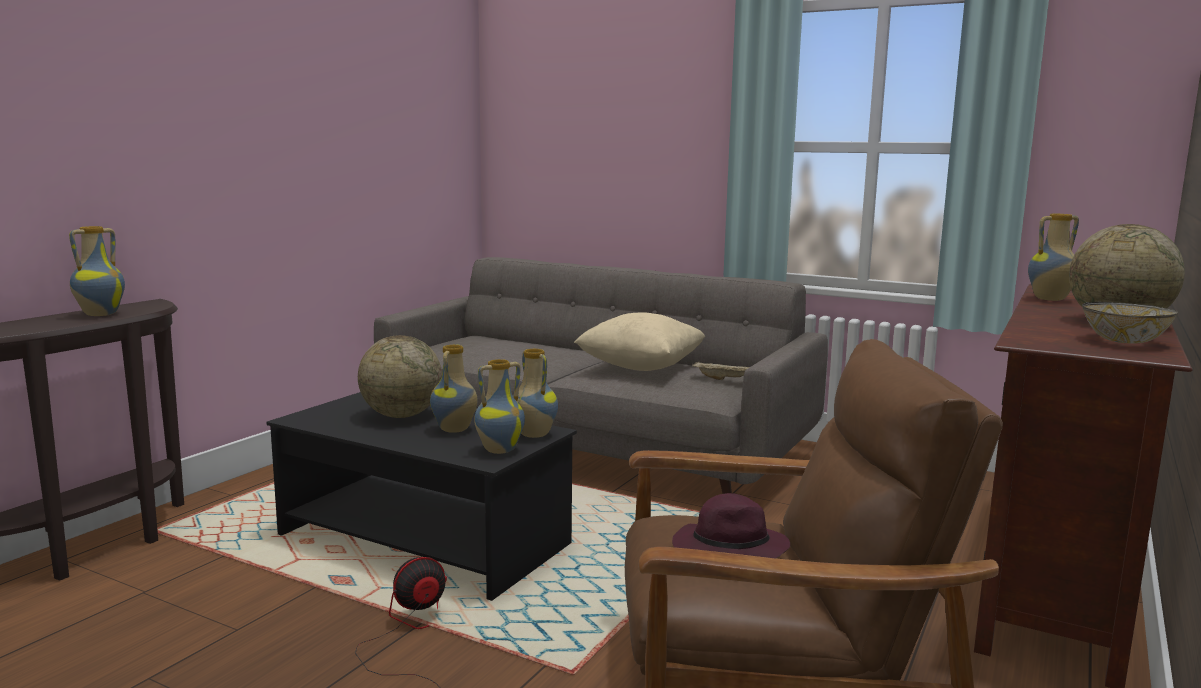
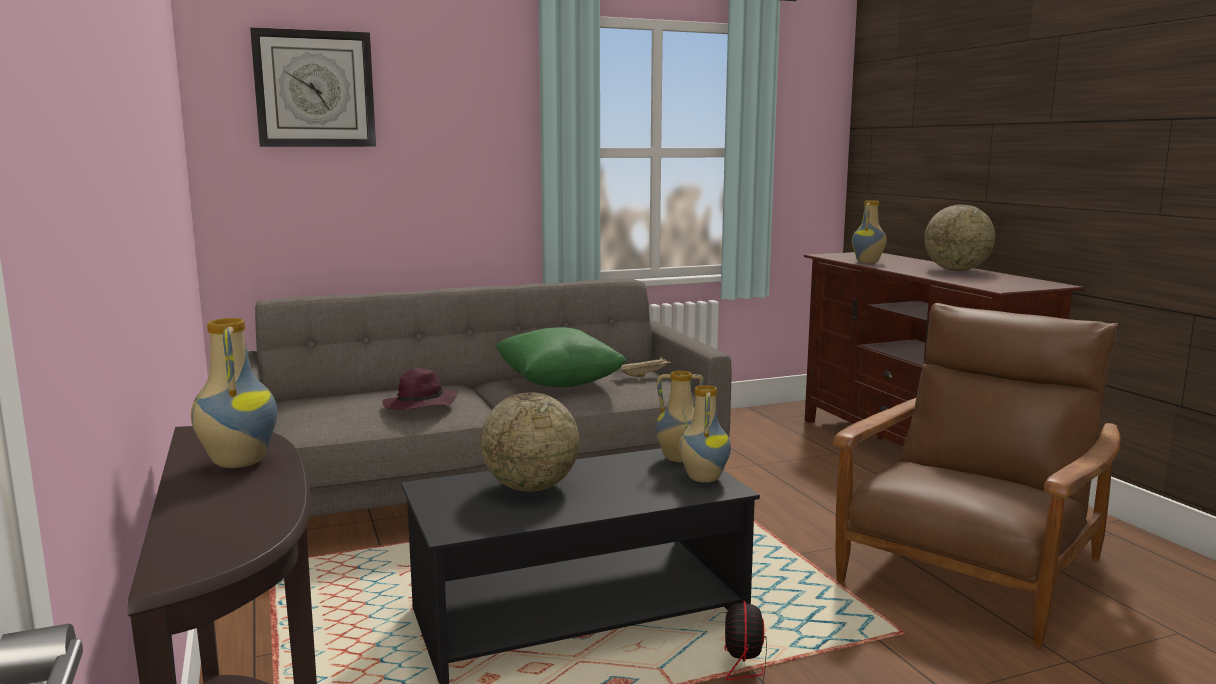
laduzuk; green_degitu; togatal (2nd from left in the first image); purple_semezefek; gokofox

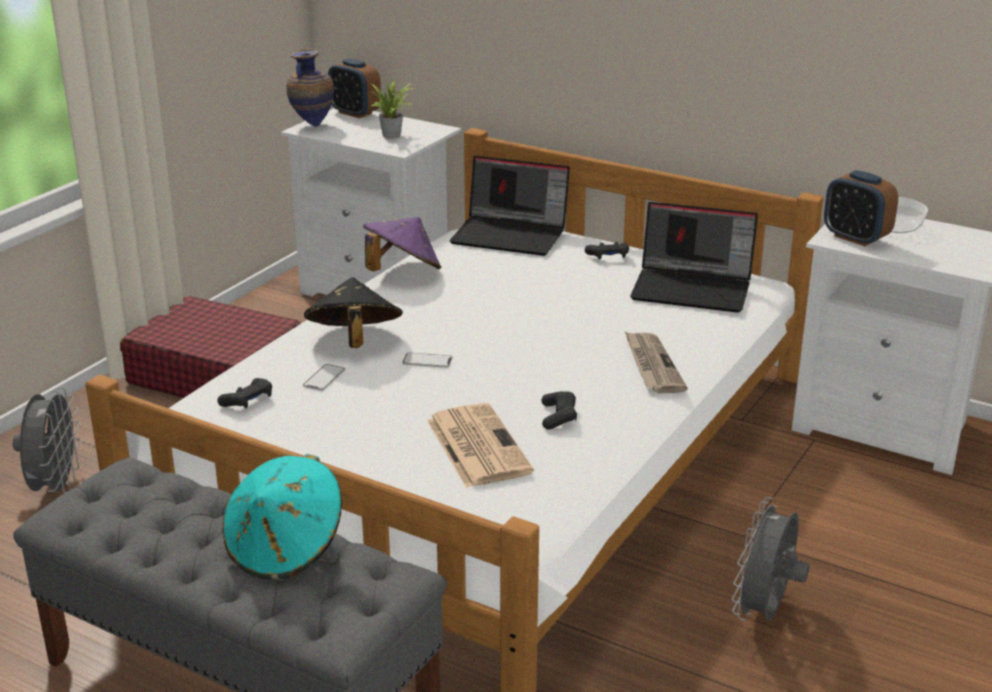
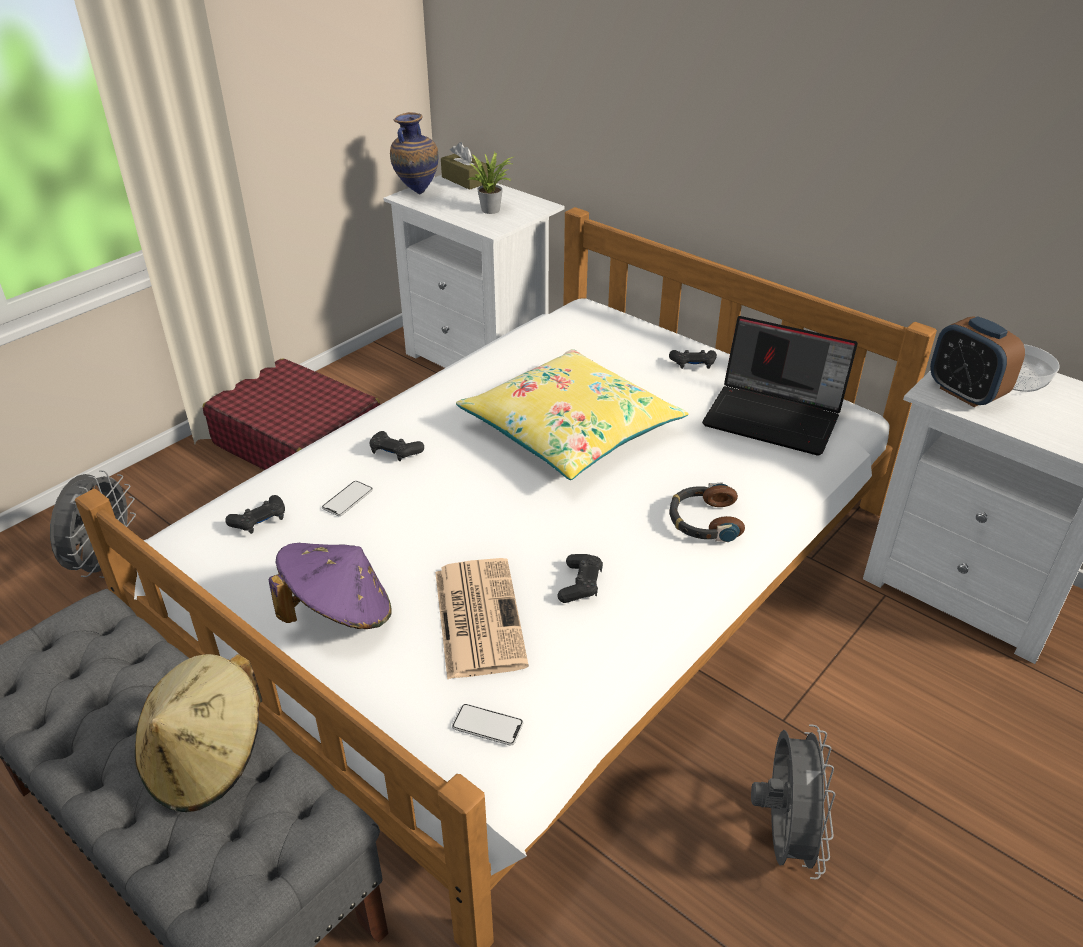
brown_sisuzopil; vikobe (1st from left in the first image); purple_semezefek; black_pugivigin (2nd from left); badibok; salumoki (2nd from left); beige_semezefek; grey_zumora (2nd from left); yellow_degitu

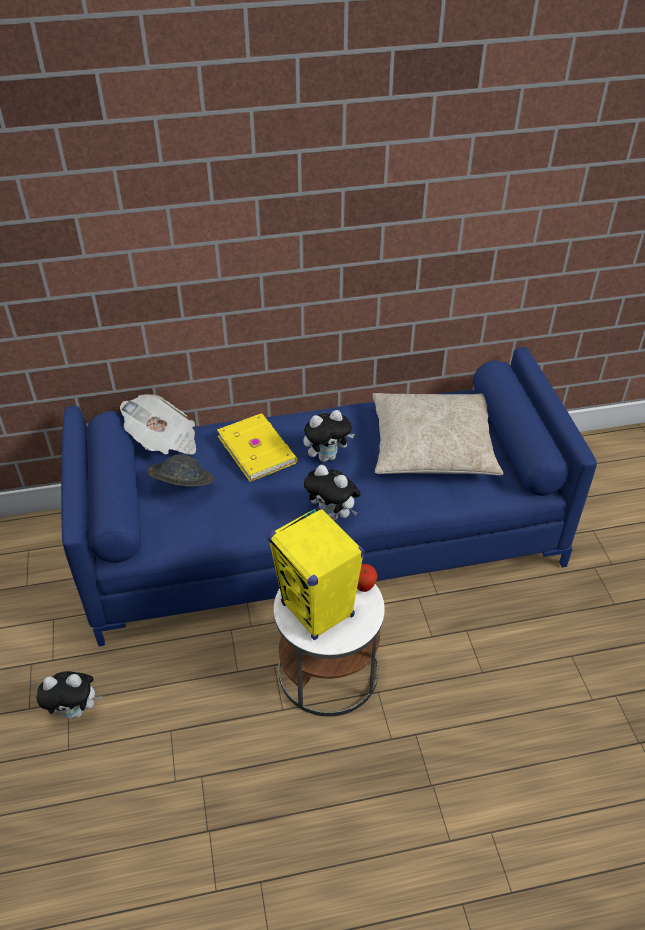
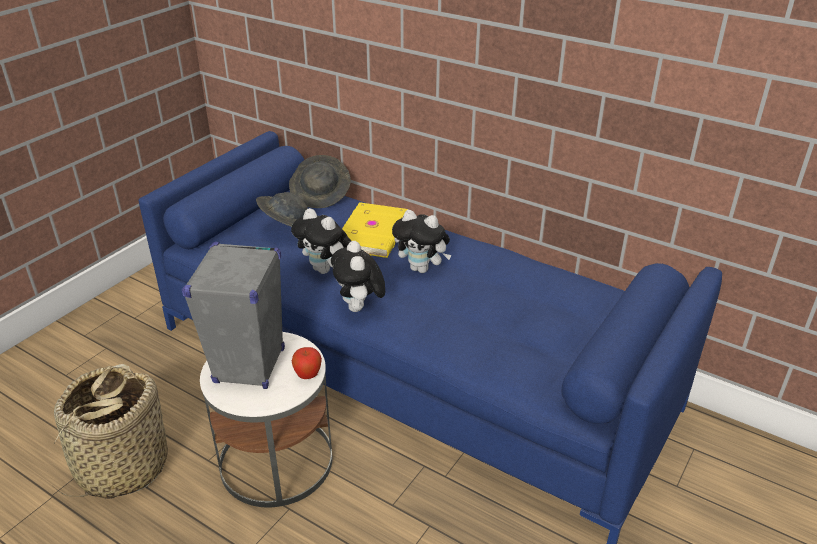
beige_degitu; grey_semezefek (2nd from left); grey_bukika; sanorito (1st from left); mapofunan

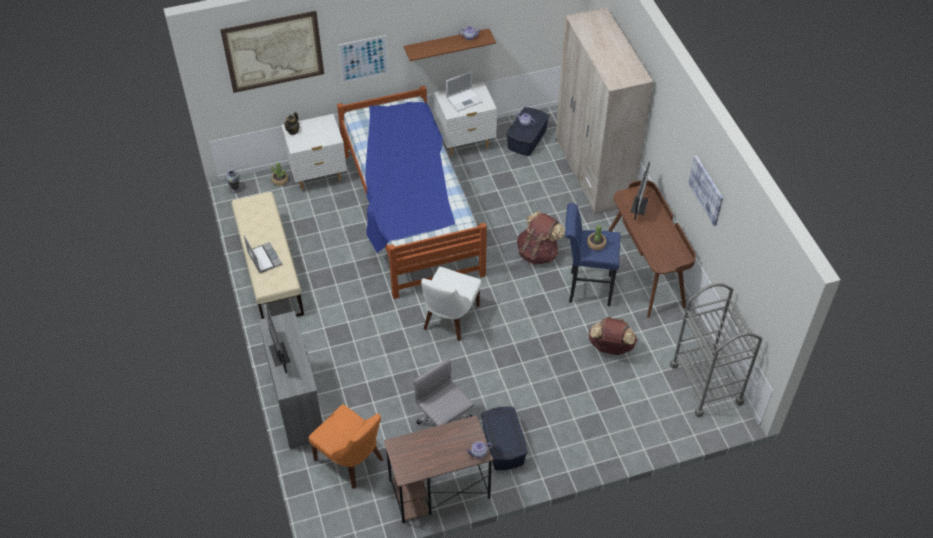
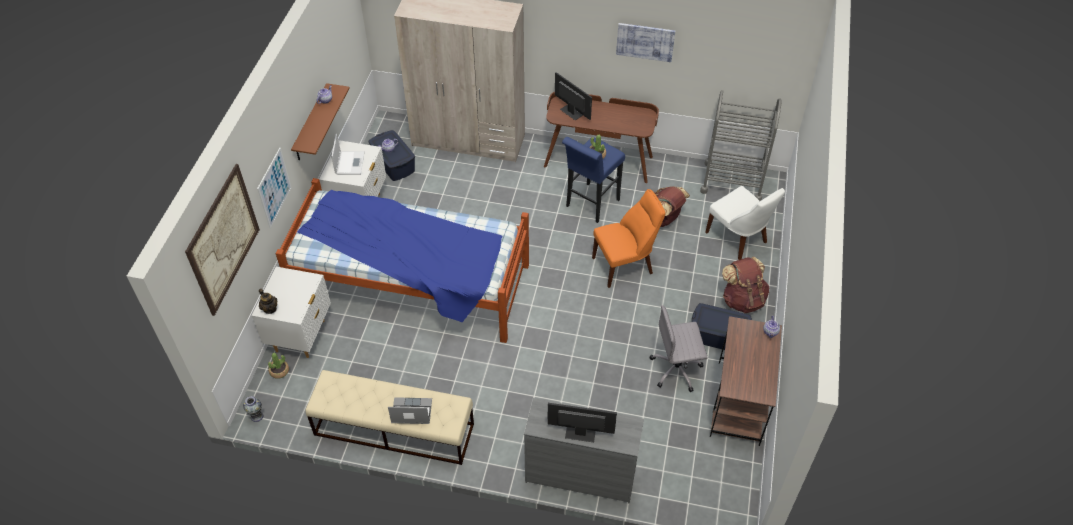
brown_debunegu (2nd from left); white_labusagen; orange_labusagen

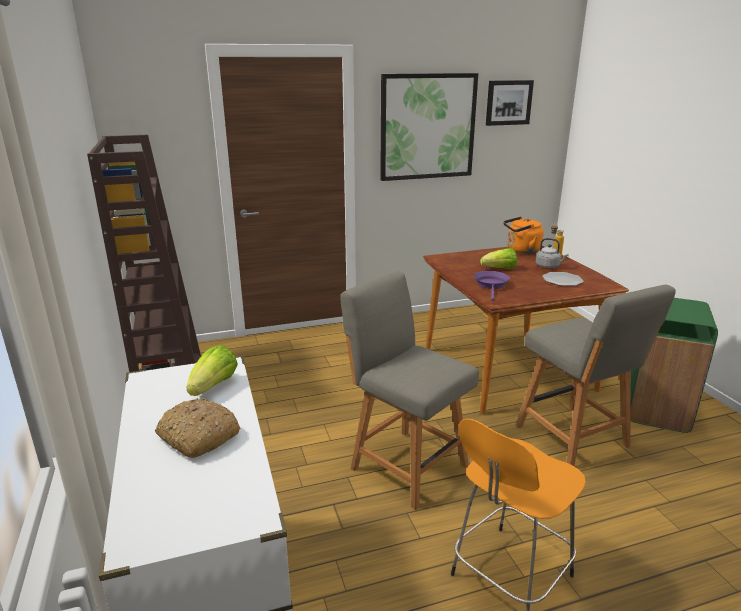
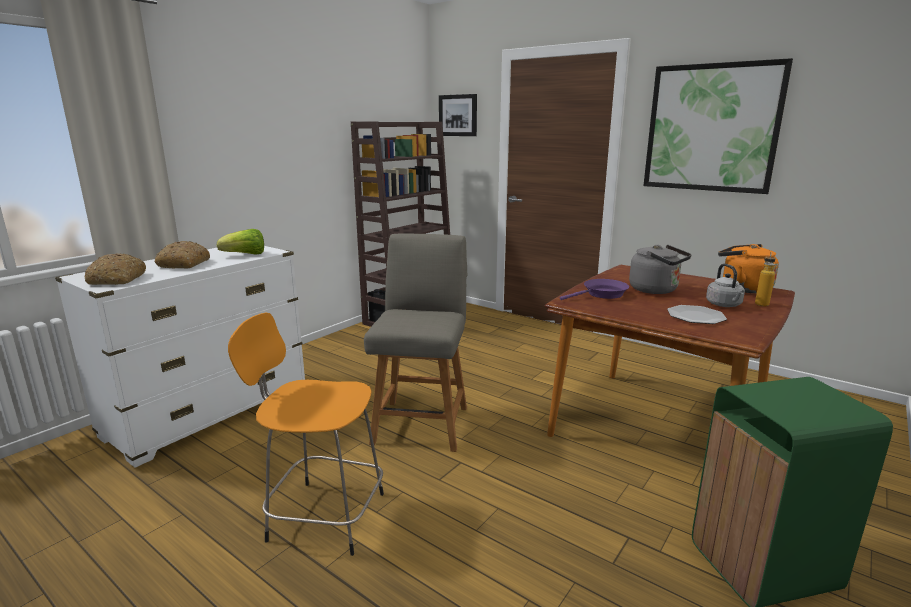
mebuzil (1st from left); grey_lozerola (1st from left); grey_labusagen (2nd from left in the first image); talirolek (1st from left)

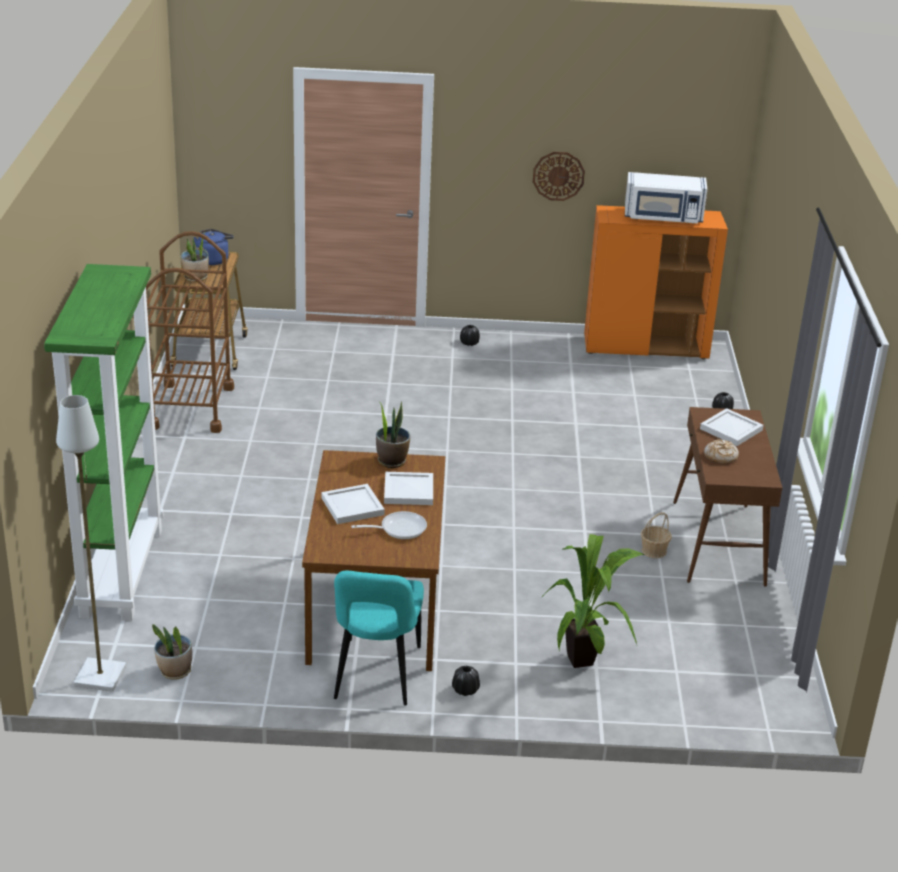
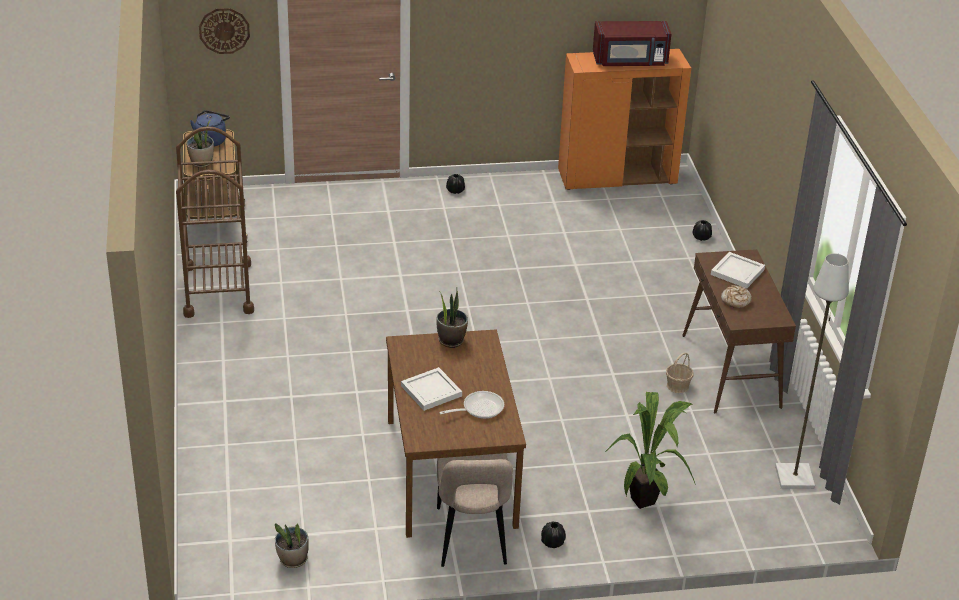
gokofox; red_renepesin; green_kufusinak; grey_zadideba; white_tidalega (2nd from left in the first image); beige_labusagen

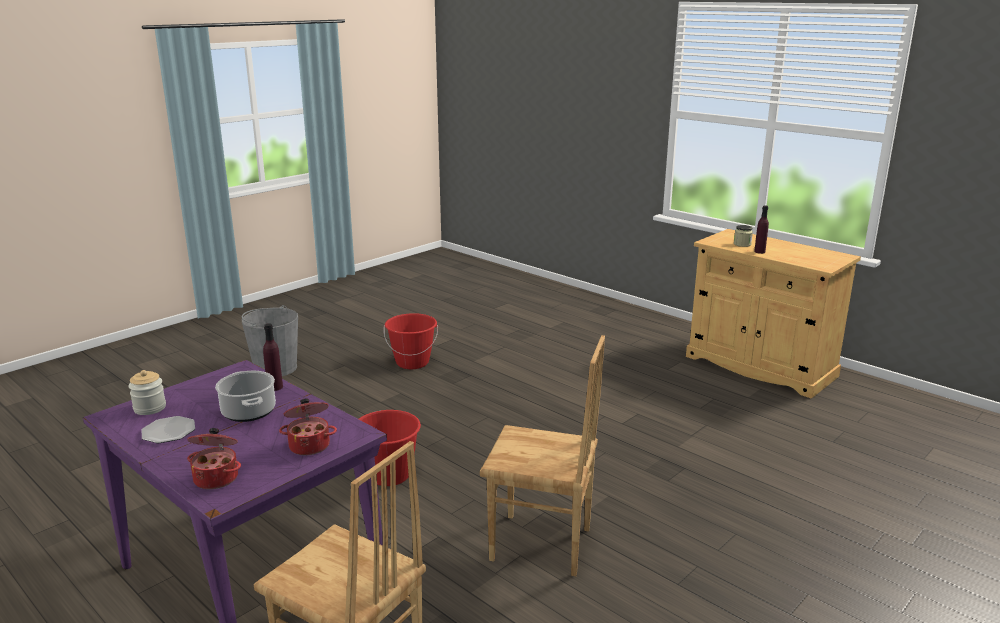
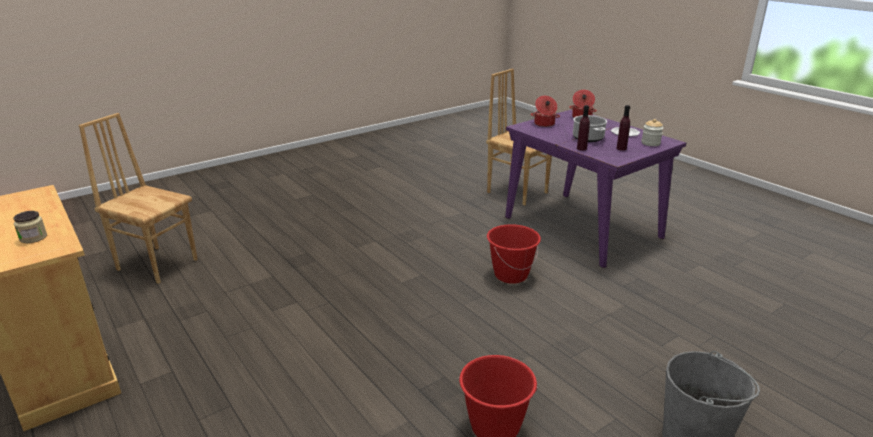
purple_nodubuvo (2nd from left); brown_labusagen (1st from left)

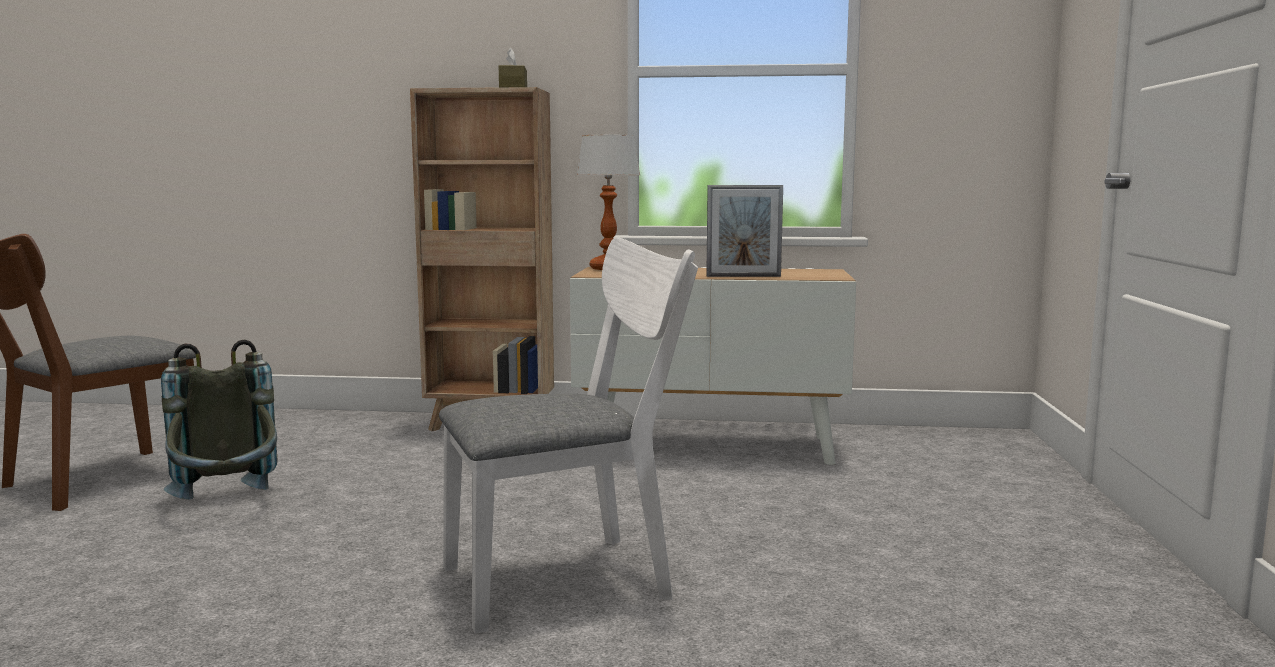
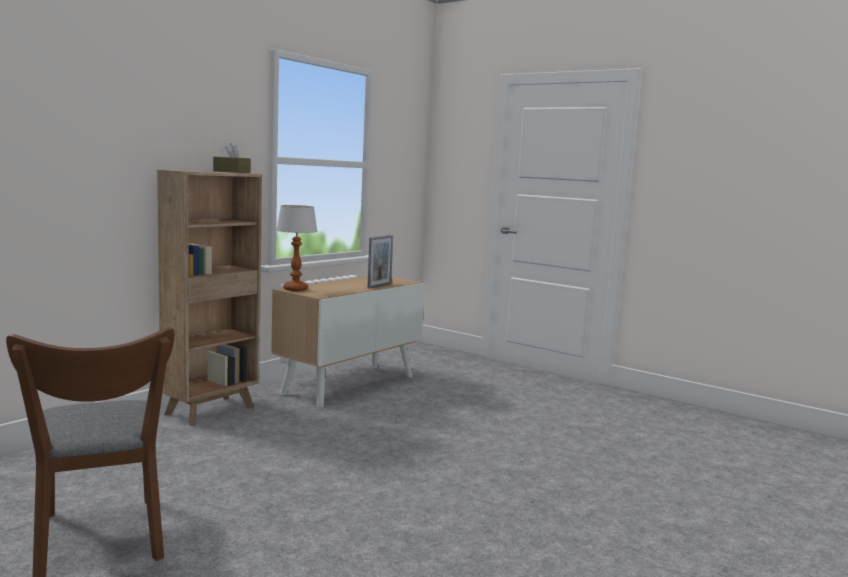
white_labusagen; grey_debunegu

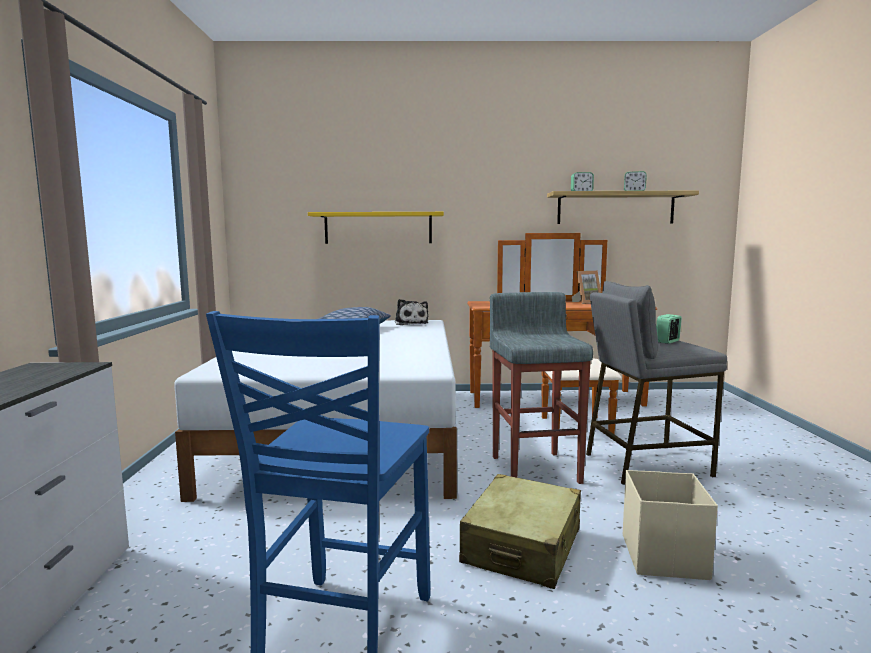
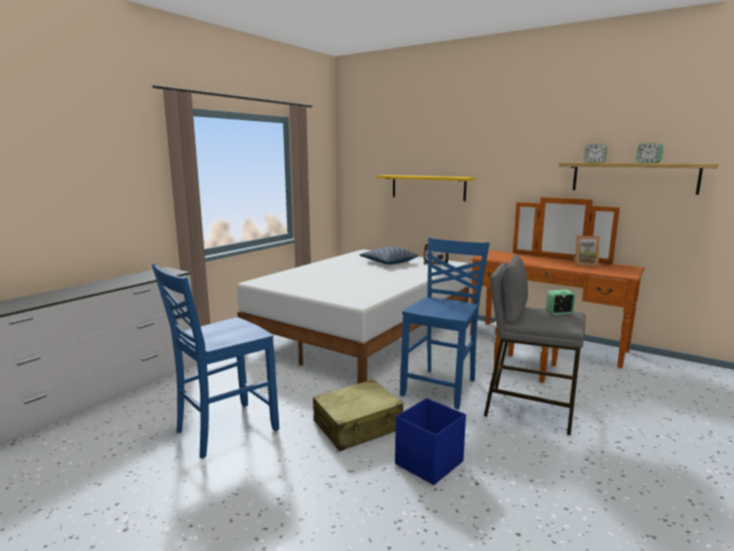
blue_labusagen (2nd from left); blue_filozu

